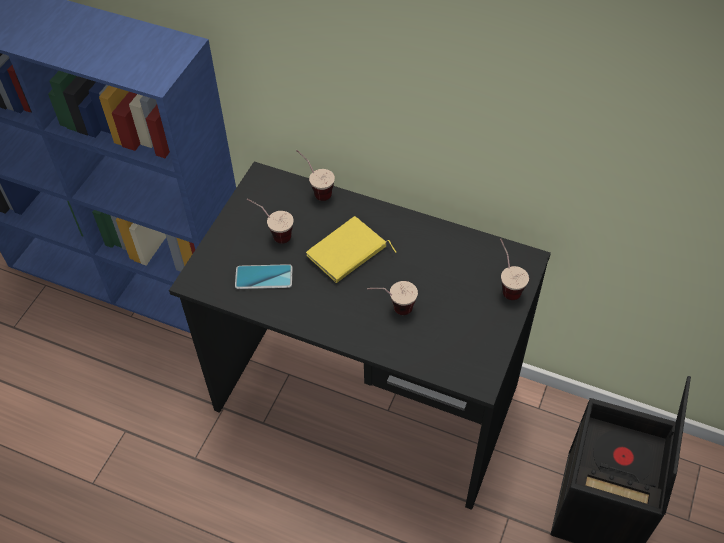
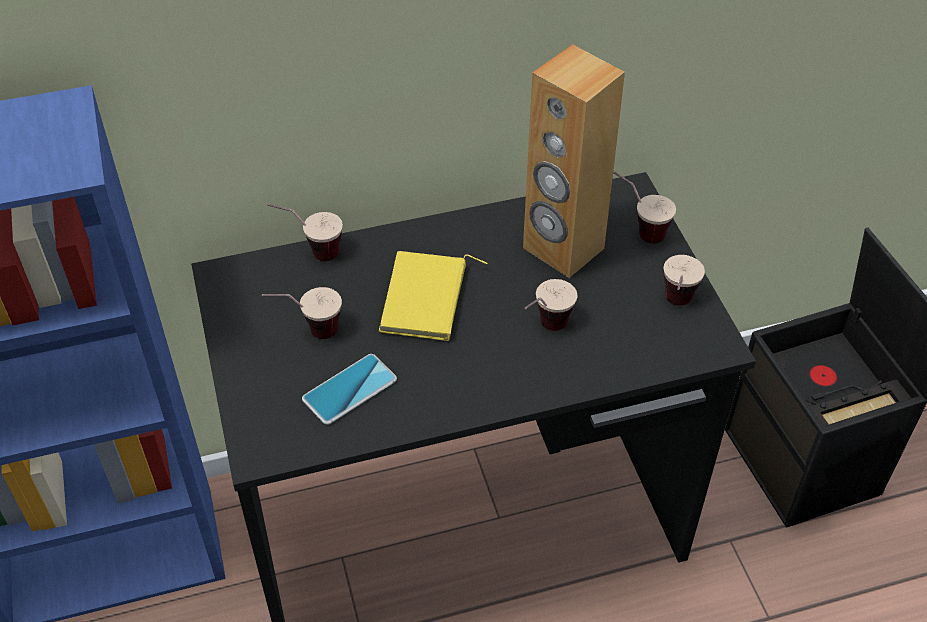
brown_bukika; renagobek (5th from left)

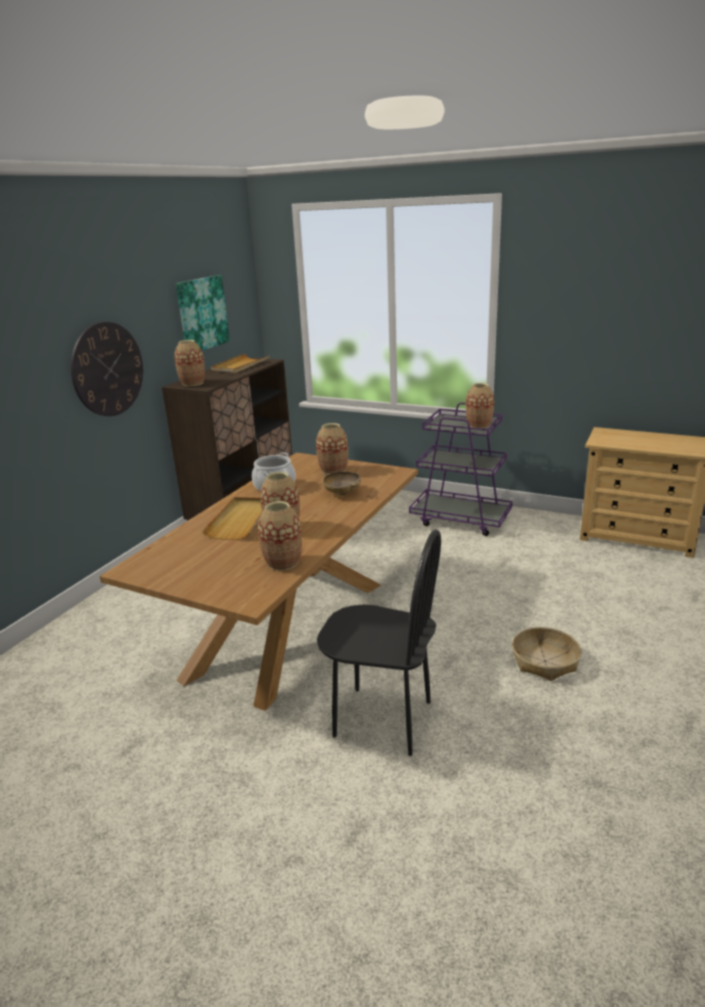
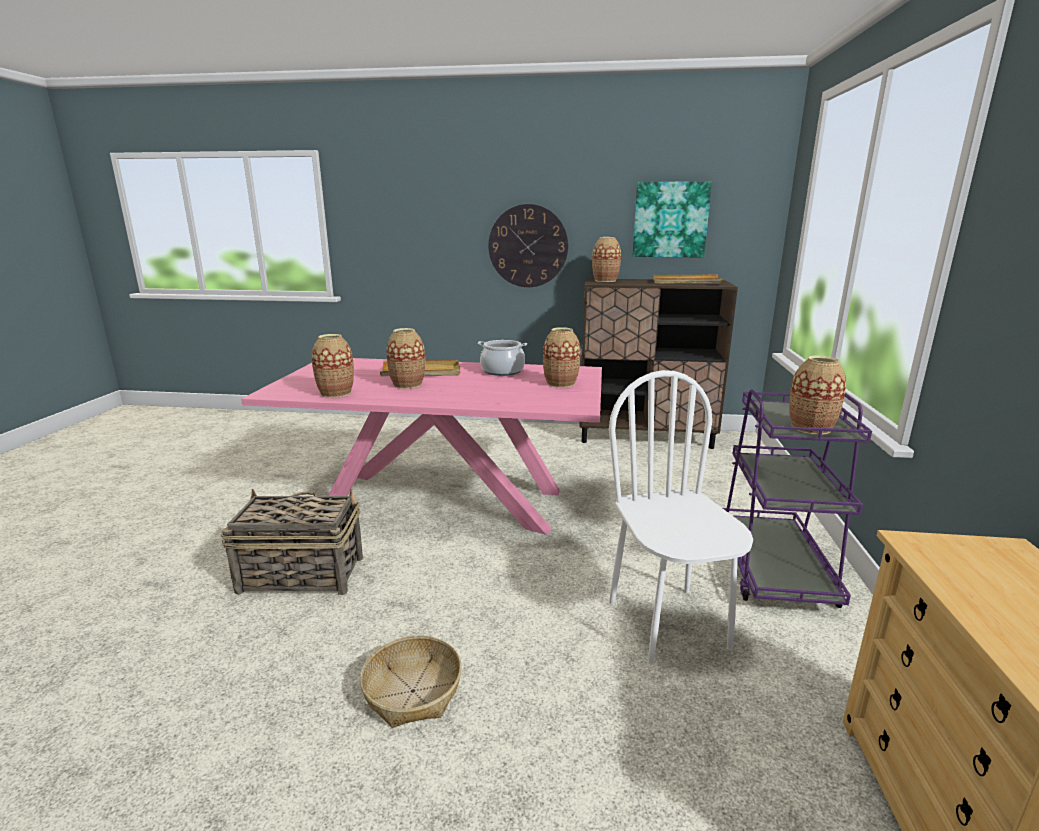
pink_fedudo; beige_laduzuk; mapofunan (1st from left); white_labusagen

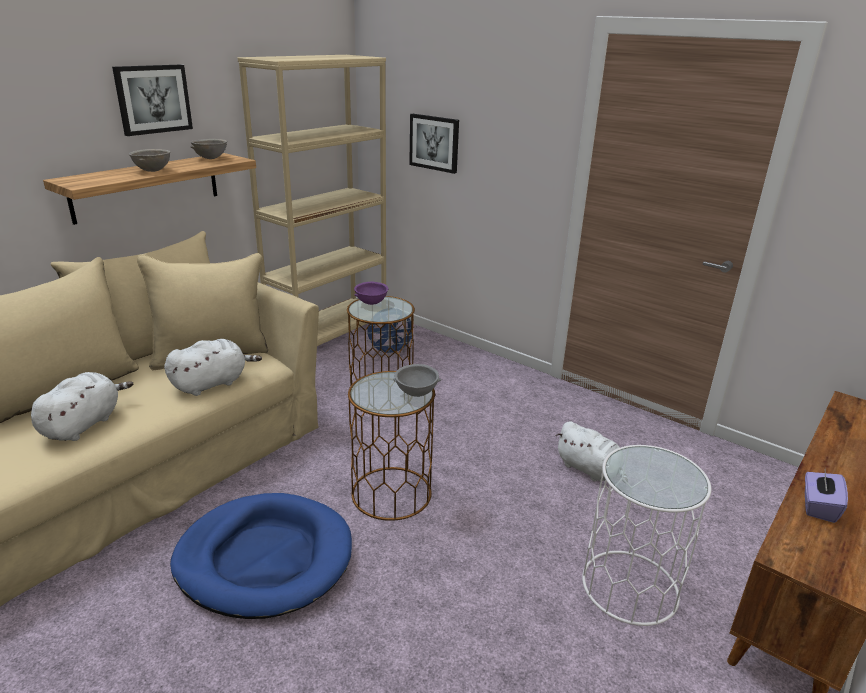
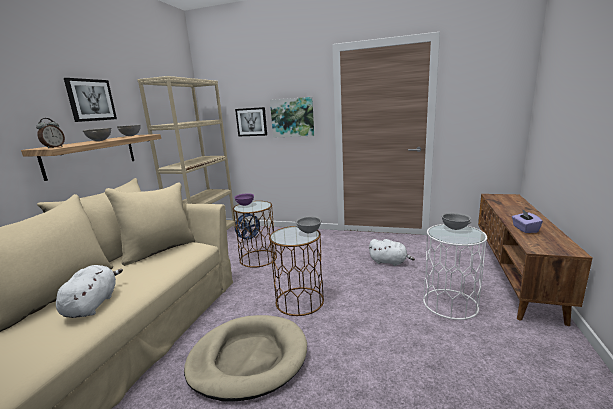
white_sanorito (2nd from left in the first image); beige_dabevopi; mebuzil (3rd from left); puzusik; grey_laduzuk (4th from left)

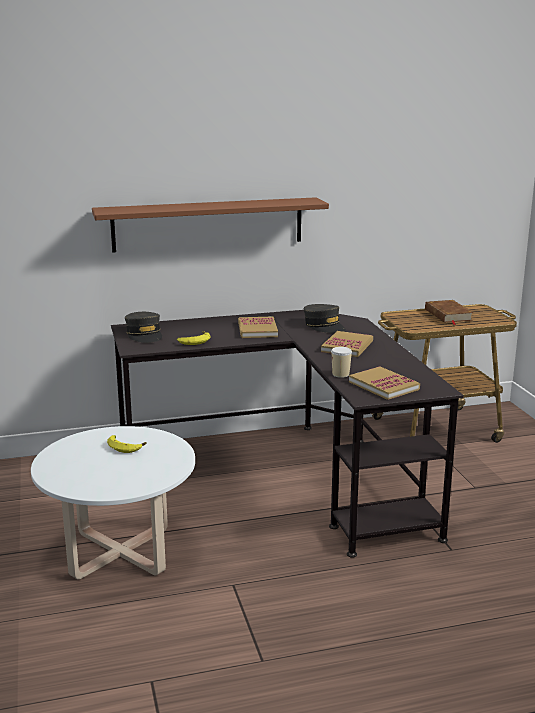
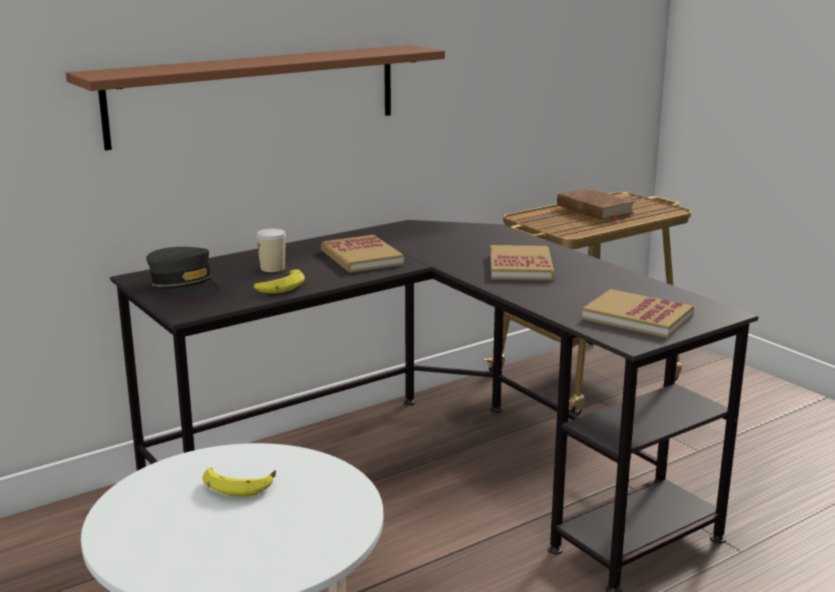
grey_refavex (2nd from left in the first image); renagobek

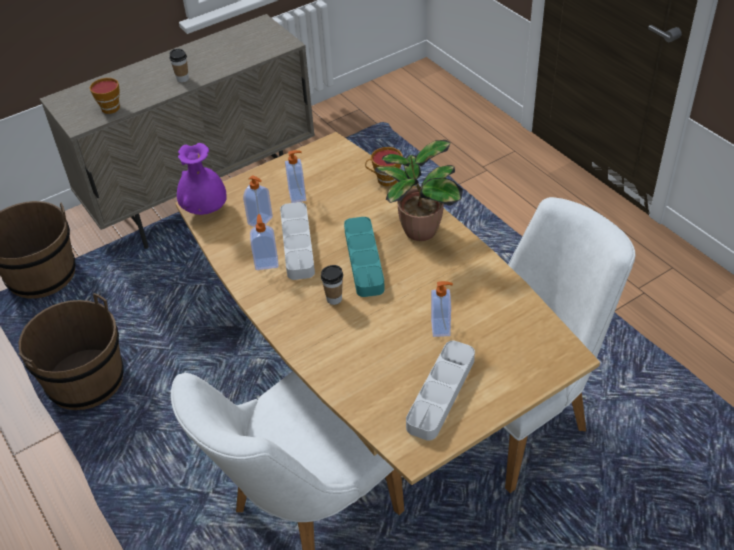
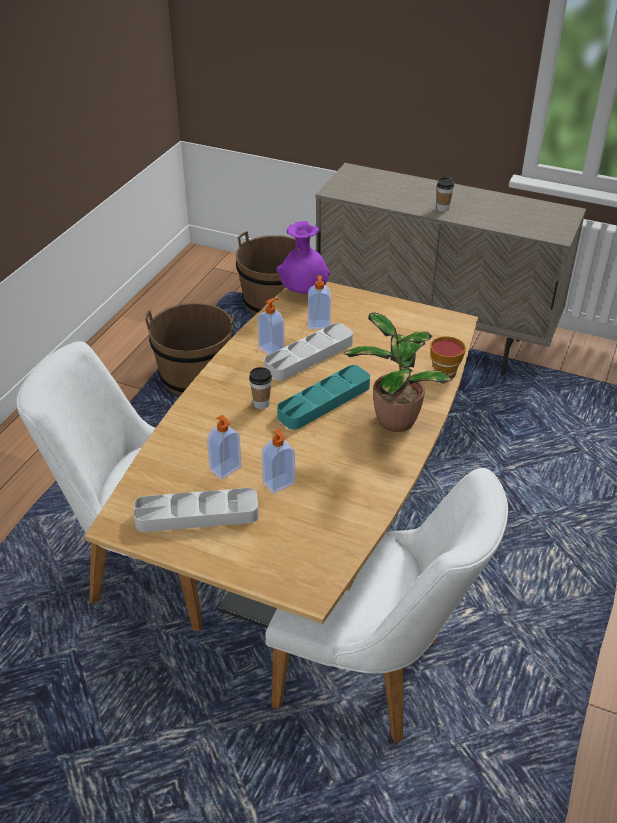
renagobek (1st from left in the first image); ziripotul (1st from left)

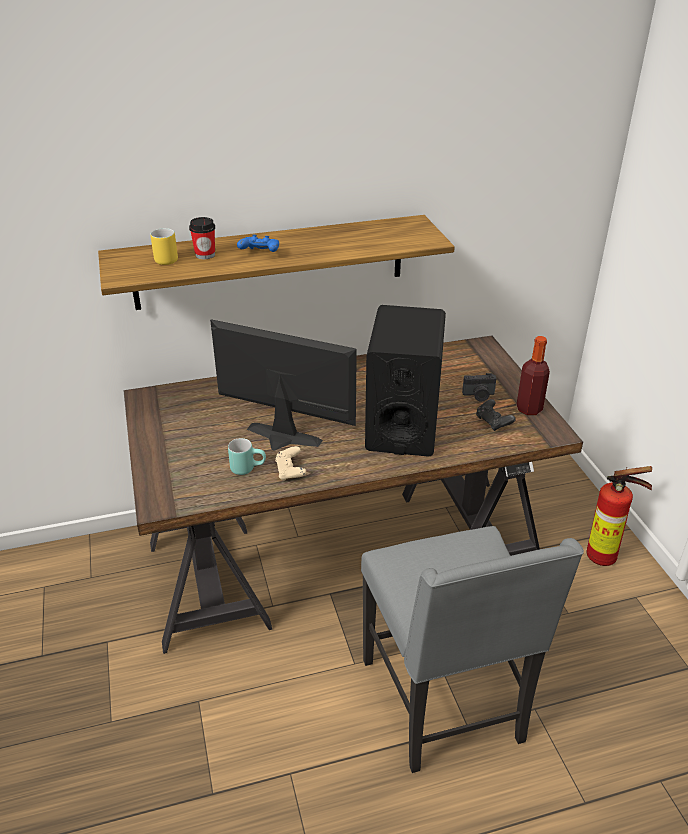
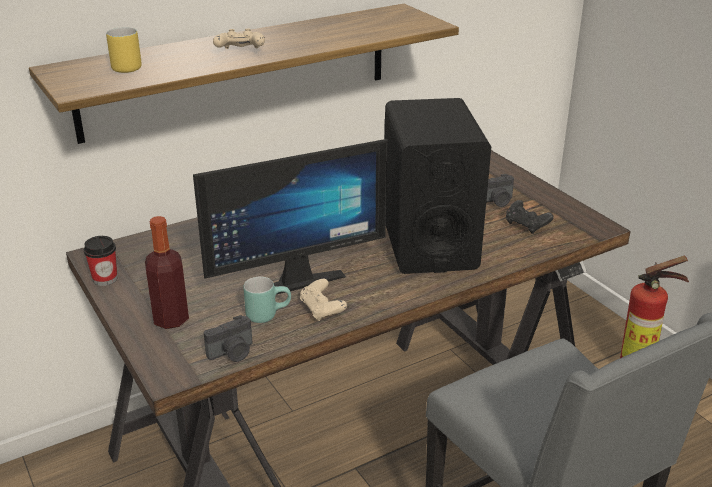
renagobek; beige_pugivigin (1st from left); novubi; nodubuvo; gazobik (1st from left)

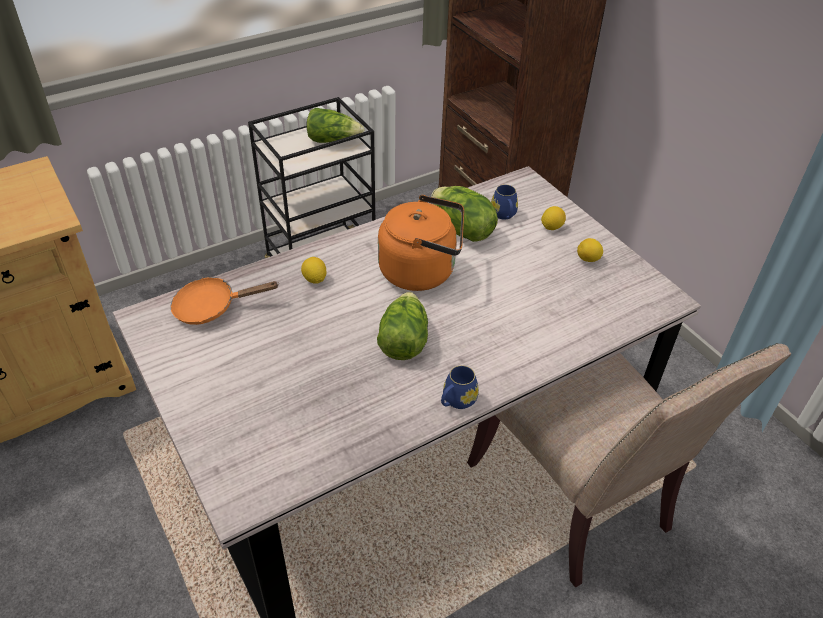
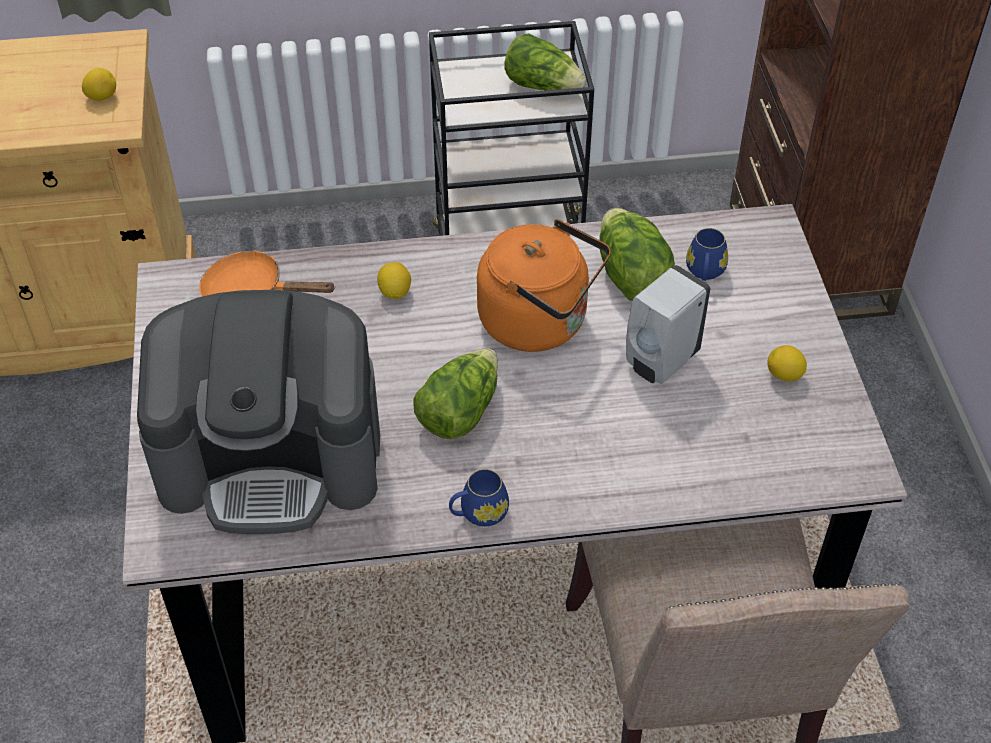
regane (1st from left); white_ziripotul; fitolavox

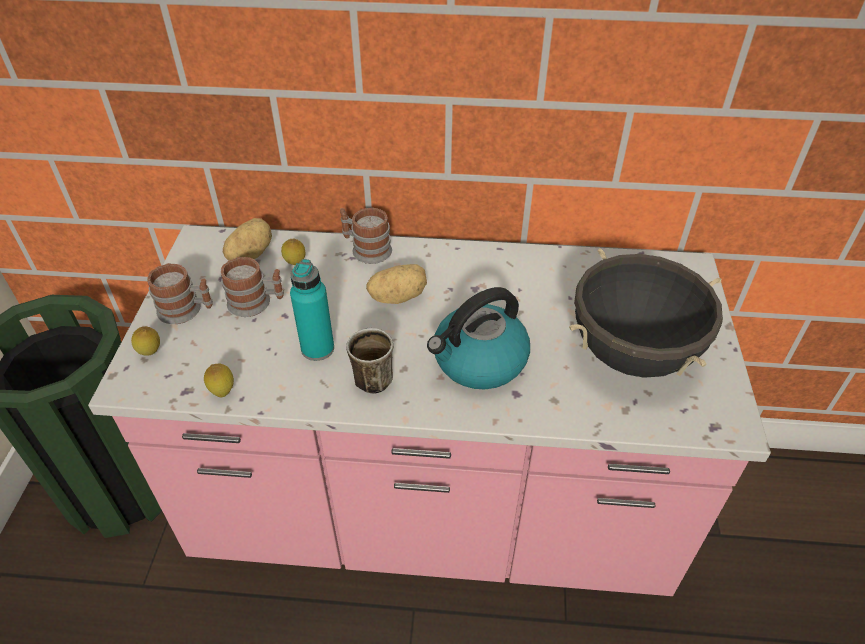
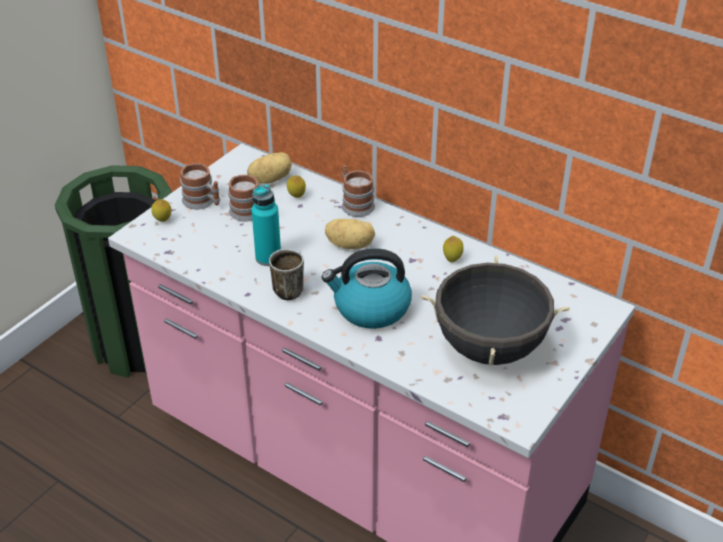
regane (3rd from left)

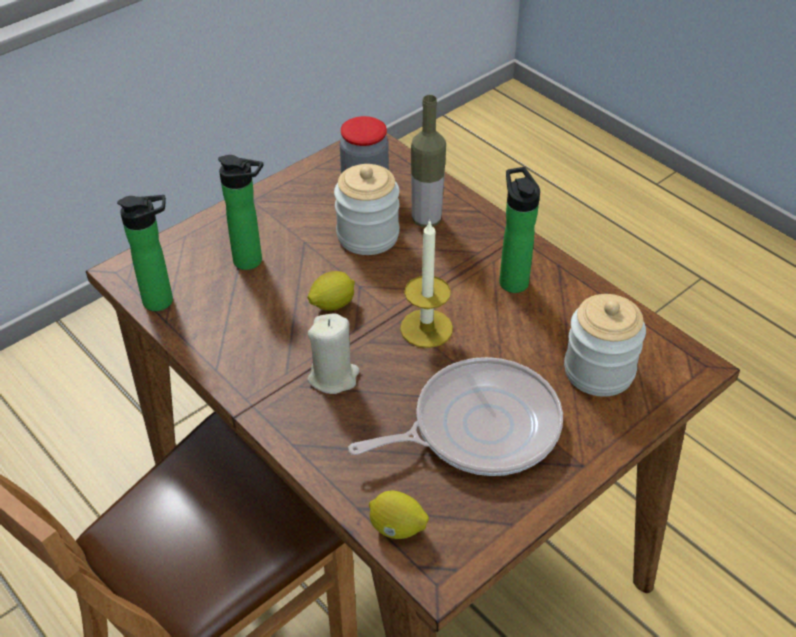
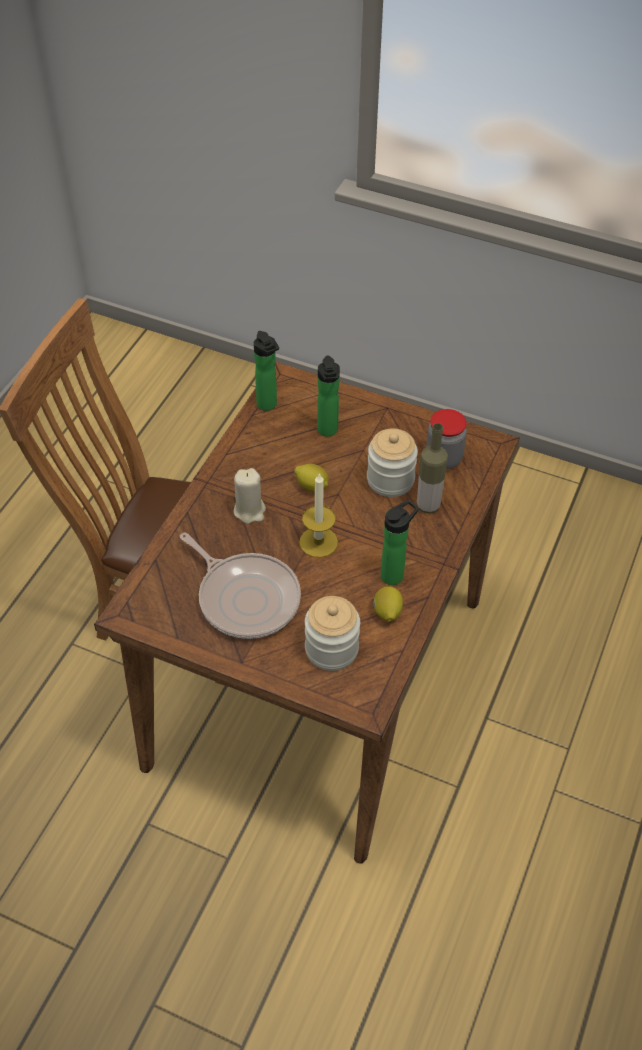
regane (2nd from left)

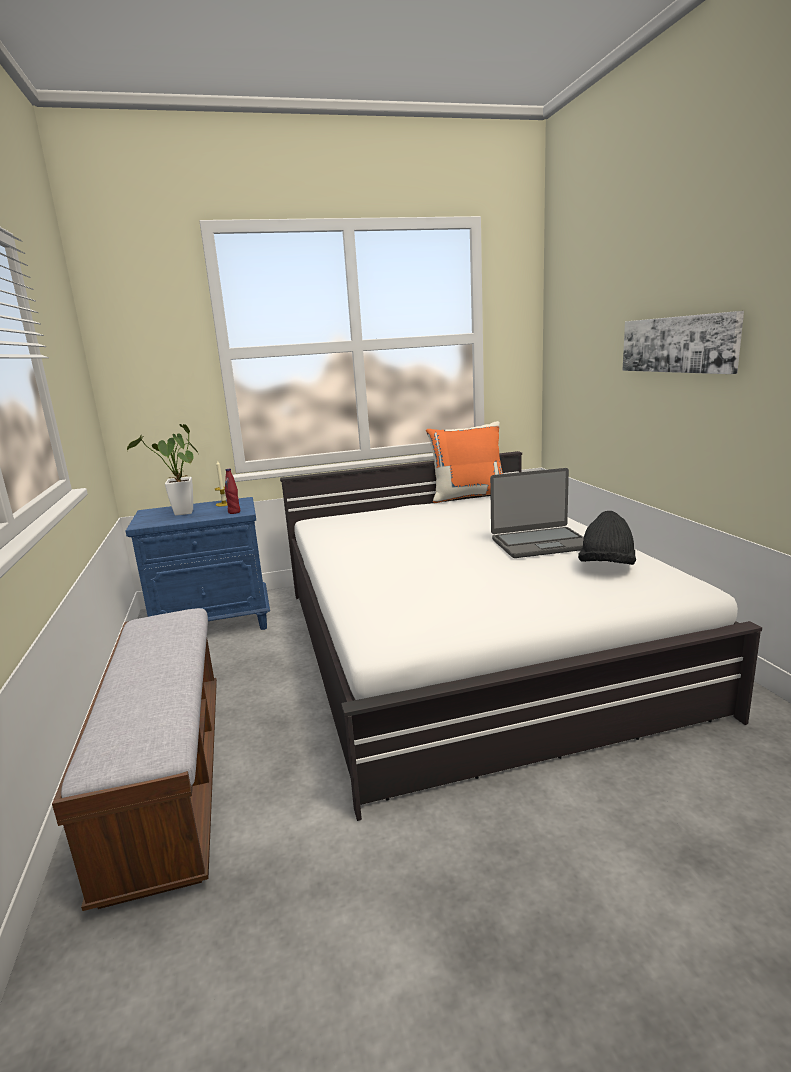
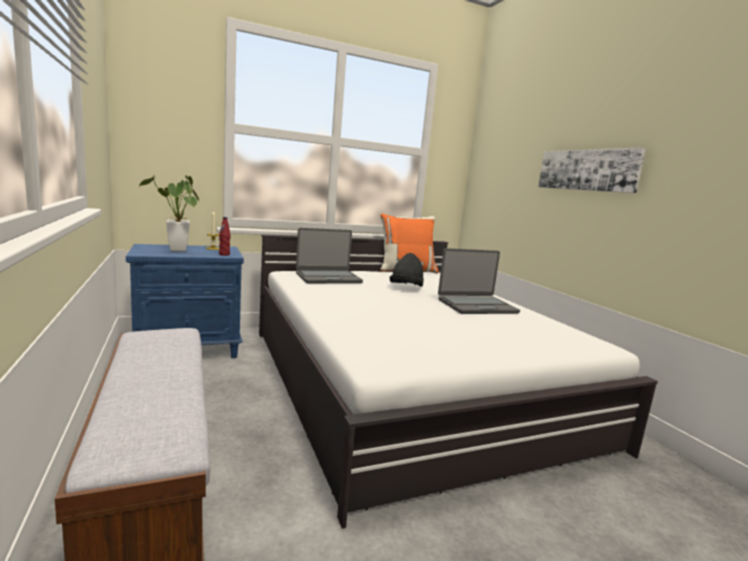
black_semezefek; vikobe (1st from left)

